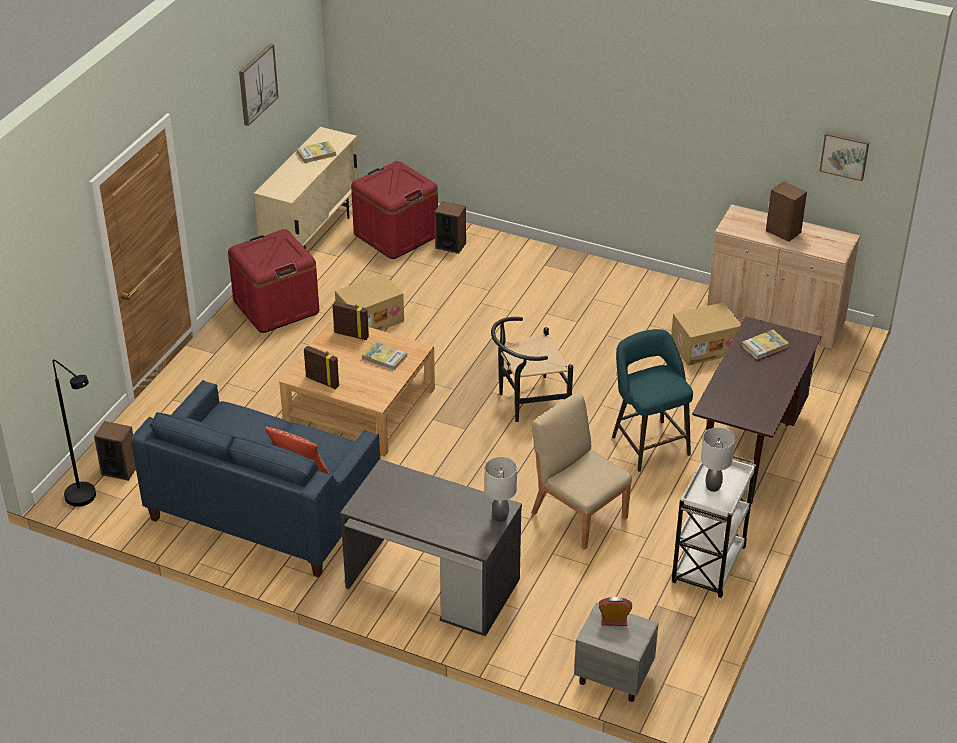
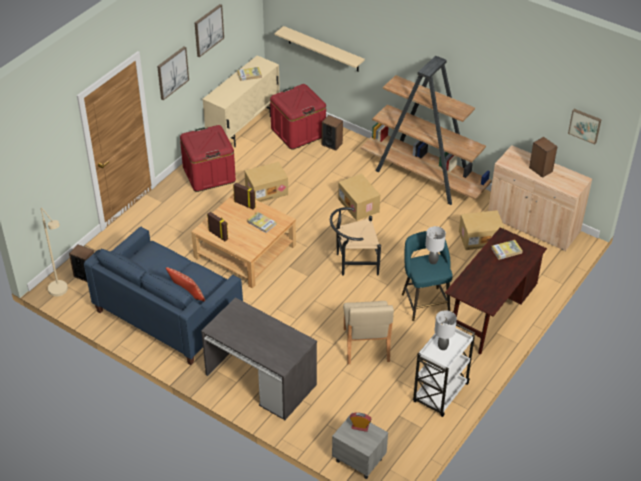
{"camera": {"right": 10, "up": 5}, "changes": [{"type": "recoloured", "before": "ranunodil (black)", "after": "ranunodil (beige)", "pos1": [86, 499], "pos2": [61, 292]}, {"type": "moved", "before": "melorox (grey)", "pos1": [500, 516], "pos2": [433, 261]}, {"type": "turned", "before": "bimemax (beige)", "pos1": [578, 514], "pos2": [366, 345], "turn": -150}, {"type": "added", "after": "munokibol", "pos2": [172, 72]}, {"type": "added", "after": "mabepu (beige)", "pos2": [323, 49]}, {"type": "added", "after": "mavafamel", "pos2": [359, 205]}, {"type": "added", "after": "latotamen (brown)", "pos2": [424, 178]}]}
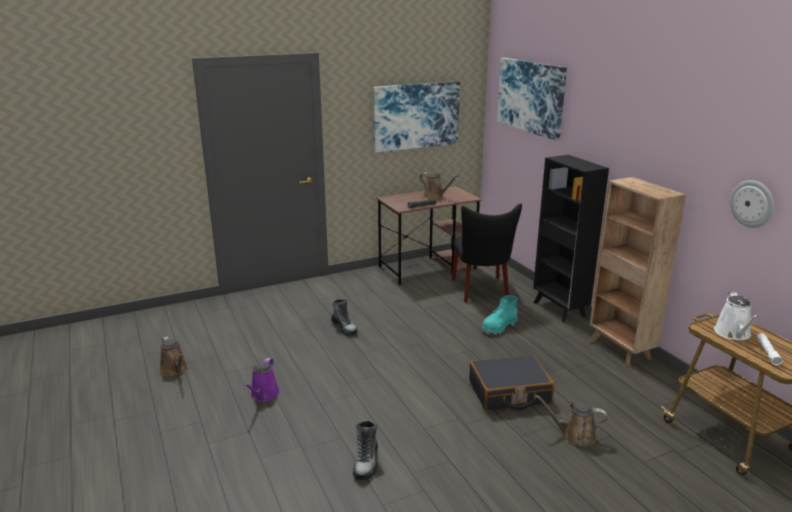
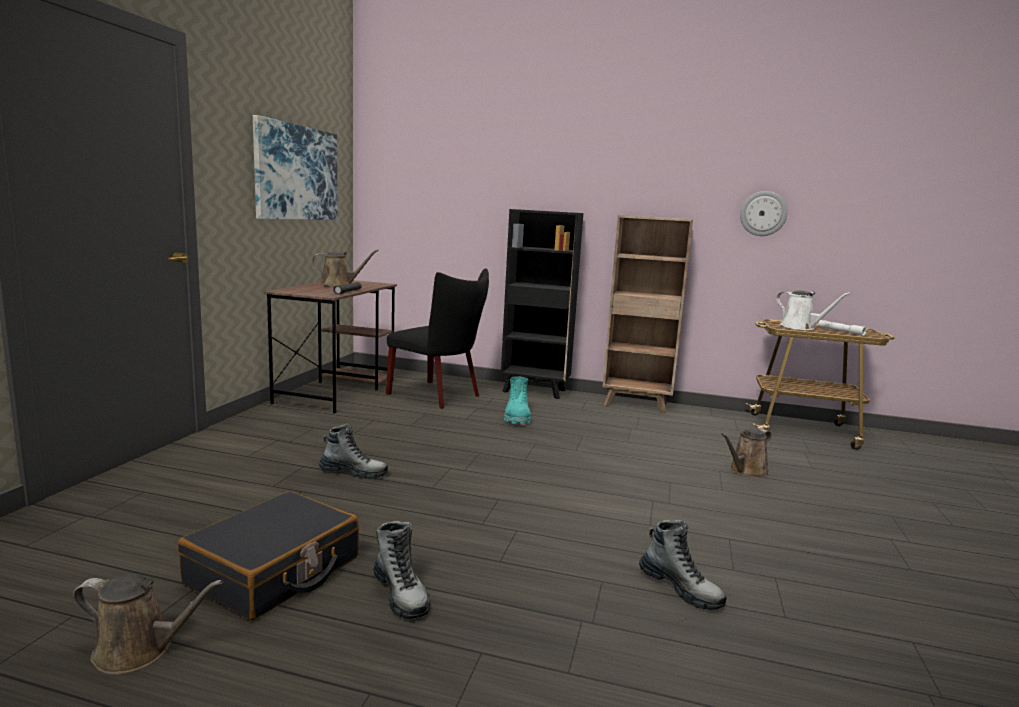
{"camera": {"right": -50, "up": -10}, "changes": [{"type": "replaced", "before": "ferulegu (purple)", "after": "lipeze", "pos1": [263, 395], "pos2": [401, 594]}, {"type": "moved", "before": "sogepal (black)", "pos1": [509, 393], "pos2": [274, 571]}, {"type": "removed", "before": "munokibol", "pos1": [531, 97]}]}
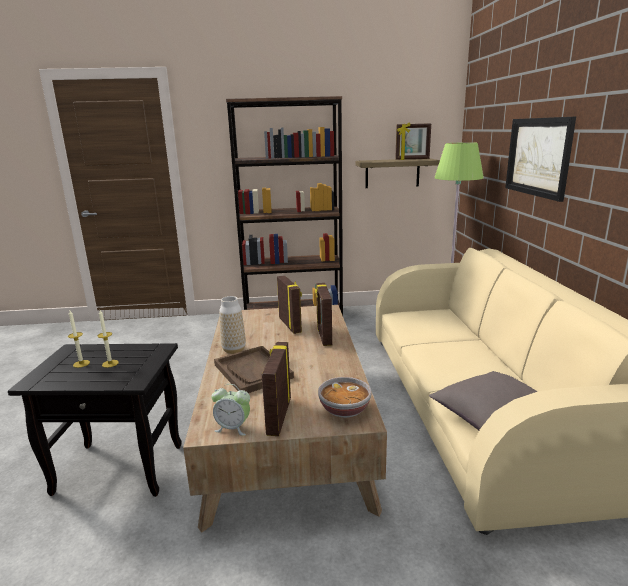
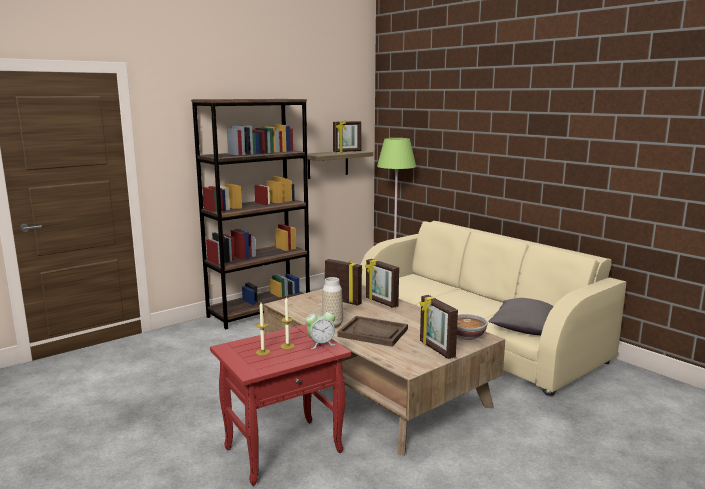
{"camera": {"right": -35, "up": -5}, "changes": [{"type": "recoloured", "before": "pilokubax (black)", "after": "pilokubax (red)", "pos1": [122, 468], "pos2": [284, 449]}, {"type": "moved", "before": "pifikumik", "pos1": [233, 428], "pos2": [321, 344]}, {"type": "removed", "before": "munokibol", "pos1": [538, 157]}]}
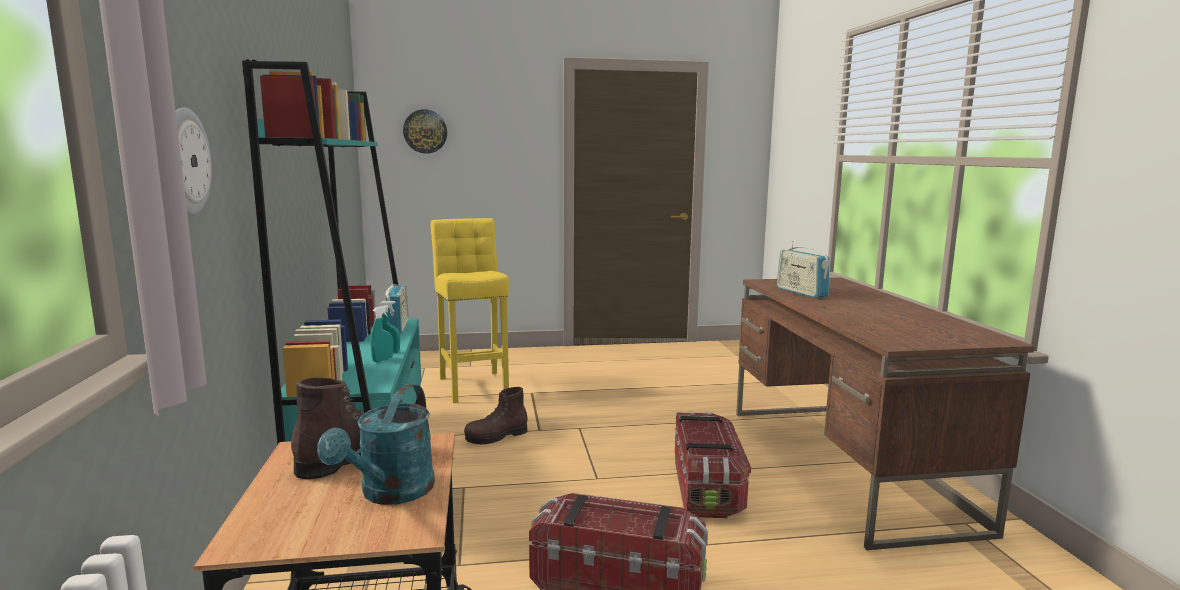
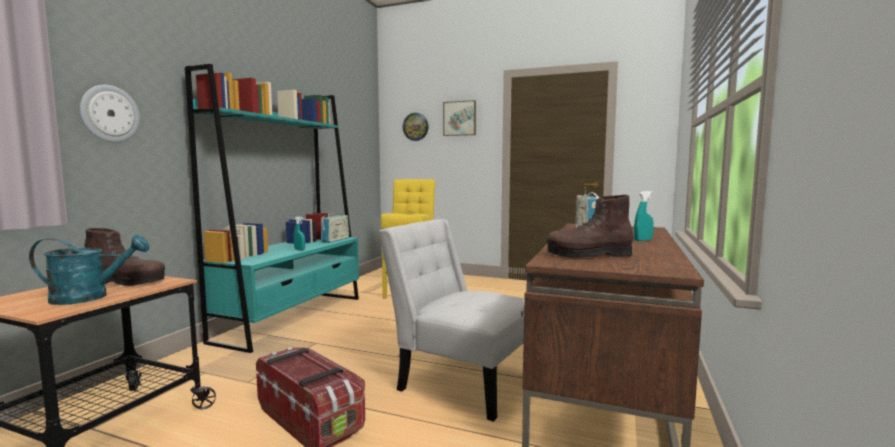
{"camera": {"right": 30, "up": -5}, "changes": [{"type": "turned", "before": "ferulegu (turquoise)", "pos1": [390, 494], "pos2": [90, 297], "turn": -150}, {"type": "moved", "before": "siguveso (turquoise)", "pos1": [382, 360], "pos2": [643, 240]}, {"type": "moved", "before": "lipeze (brown)", "pos1": [496, 437], "pos2": [588, 255]}, {"type": "replaced", "before": "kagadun", "after": "bimemax (white)", "pos1": [706, 488], "pos2": [461, 381]}, {"type": "added", "after": "munokibol", "pos2": [460, 118]}]}
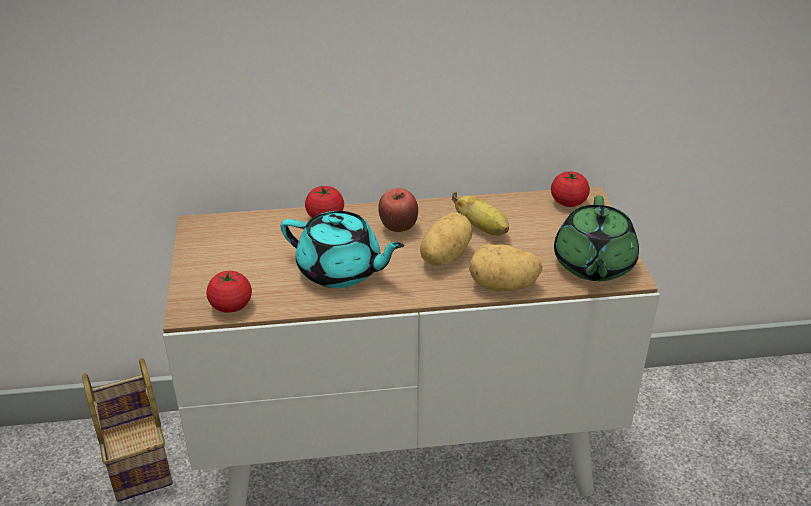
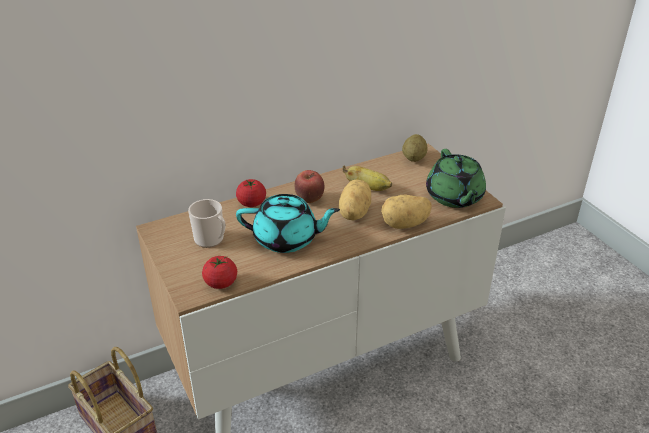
{"camera": {"right": -20, "up": 0}, "changes": [{"type": "replaced", "before": "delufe", "after": "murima", "pos1": [568, 202], "pos2": [414, 158]}, {"type": "added", "after": "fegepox", "pos2": [211, 240]}]}
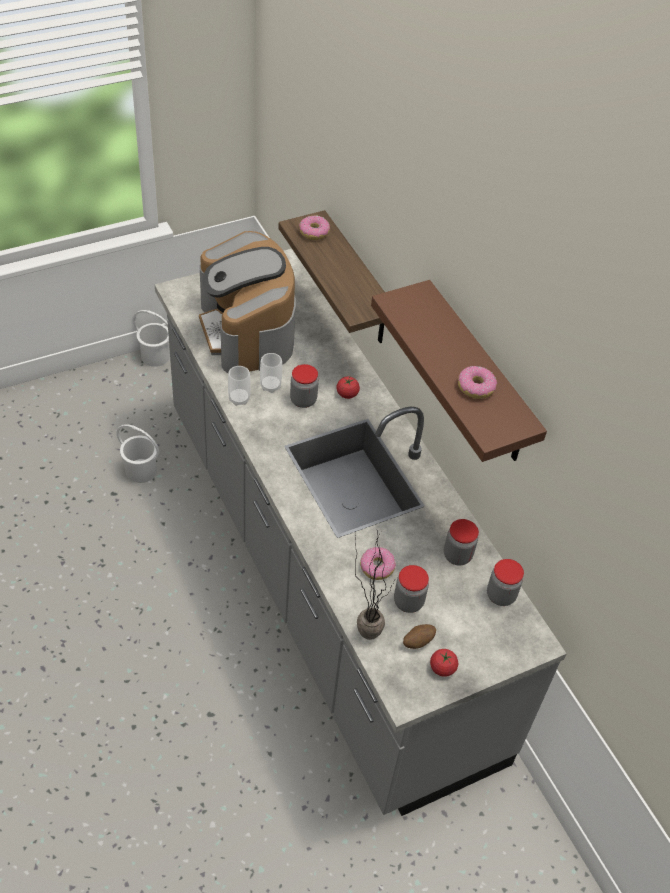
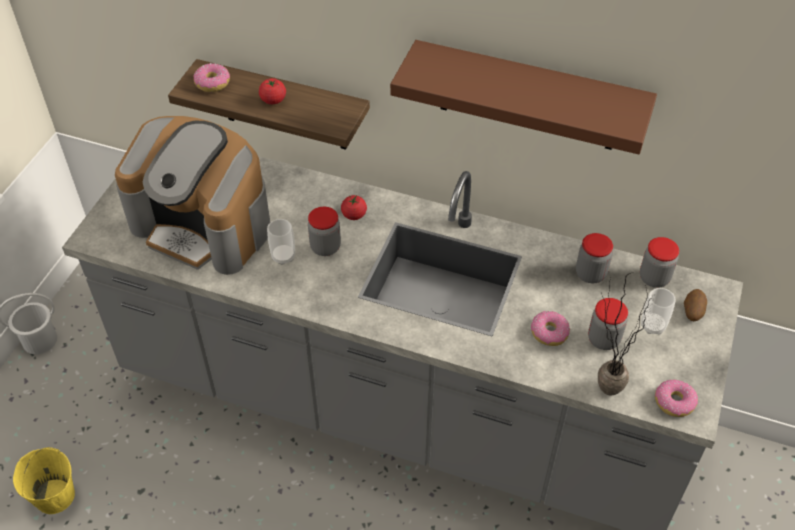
{"camera": {"right": -40, "up": 0}, "changes": [{"type": "removed", "before": "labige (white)", "pos1": [141, 471]}, {"type": "moved", "before": "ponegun", "pos1": [239, 399], "pos2": [652, 326]}, {"type": "moved", "before": "murima", "pos1": [417, 641], "pos2": [692, 312]}, {"type": "moved", "before": "delufe", "pos1": [442, 668], "pos2": [273, 100]}, {"type": "moved", "before": "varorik", "pos1": [476, 387], "pos2": [674, 402]}, {"type": "added", "after": "labige (yellow)", "pos2": [54, 496]}]}
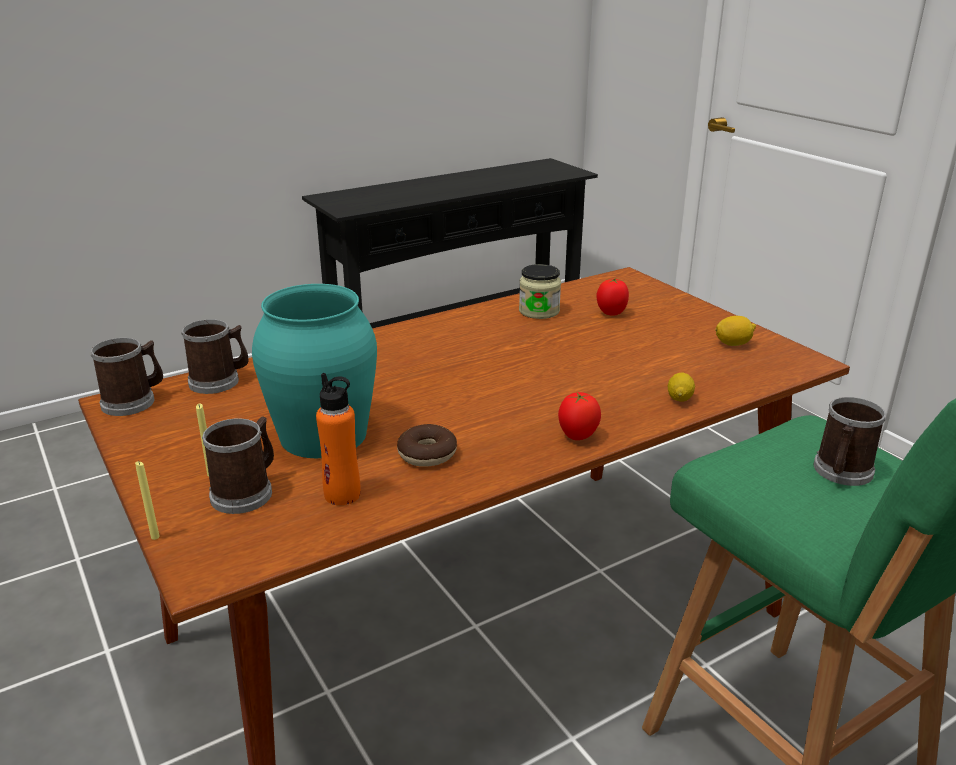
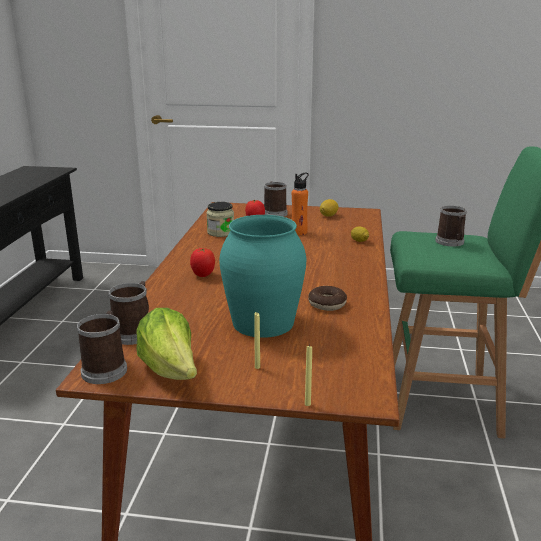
{"camera": {"right": -50, "up": -5}, "changes": [{"type": "moved", "before": "fegepox", "pos1": [247, 492], "pos2": [274, 213]}, {"type": "moved", "before": "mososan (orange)", "pos1": [342, 495], "pos2": [299, 232]}, {"type": "moved", "before": "delufe", "pos1": [577, 437], "pos2": [203, 275]}, {"type": "added", "after": "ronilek", "pos2": [171, 371]}]}
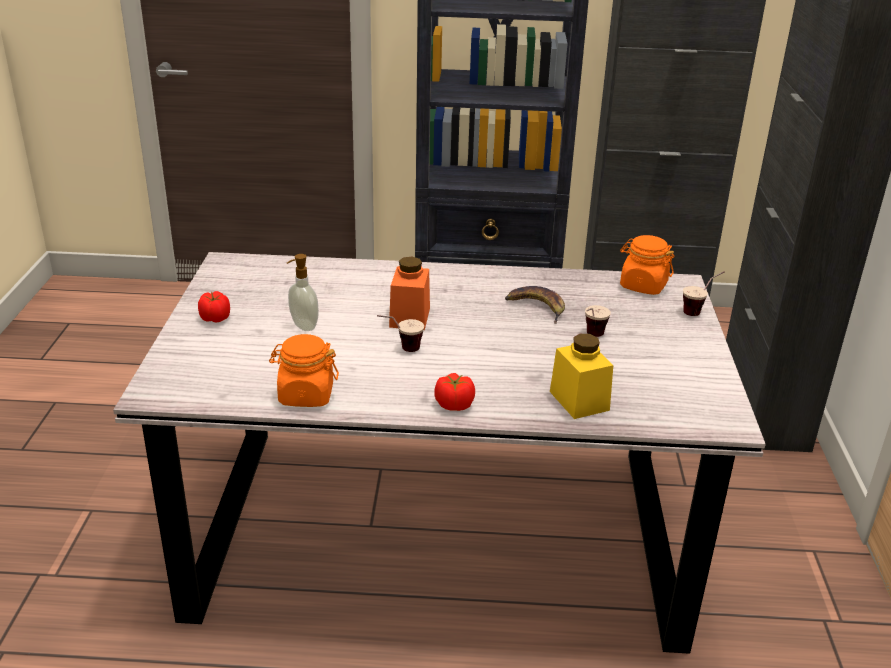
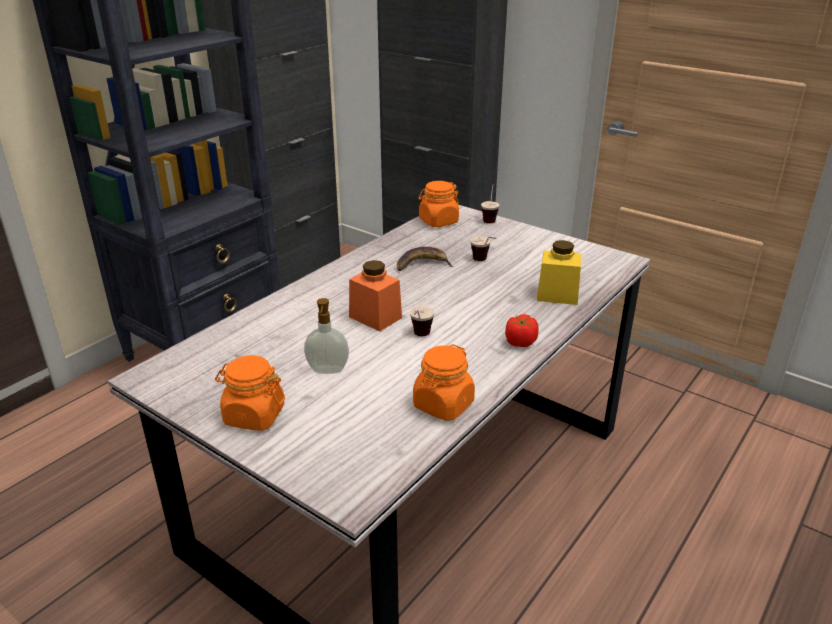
{"camera": {"right": -55, "up": 0}, "changes": [{"type": "replaced", "before": "delufe", "after": "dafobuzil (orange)", "pos1": [215, 319], "pos2": [254, 415]}]}
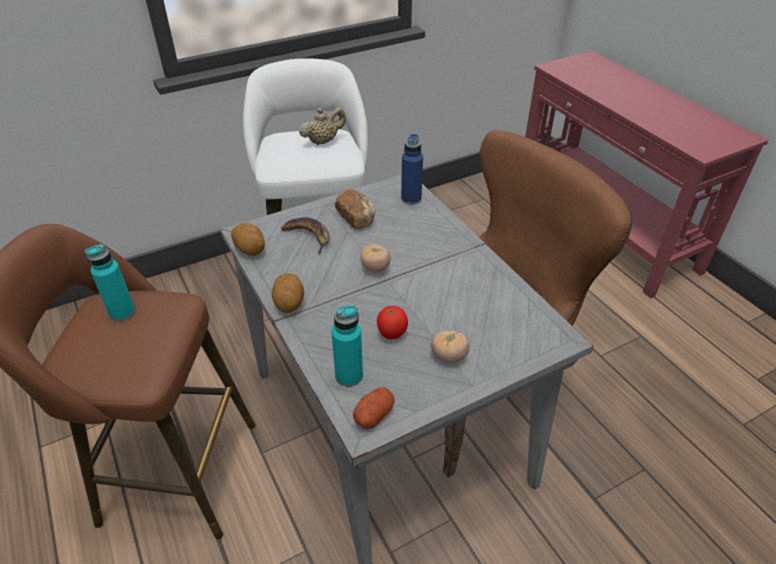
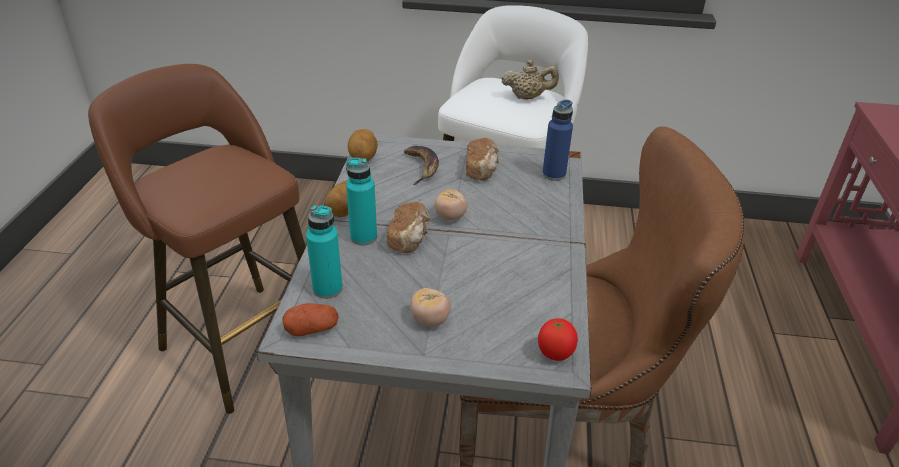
{"camera": {"right": 35, "up": -5}, "changes": [{"type": "moved", "before": "mososan (turquoise)", "pos1": [122, 312], "pos2": [363, 237]}, {"type": "moved", "before": "delufe", "pos1": [391, 335], "pos2": [555, 354]}, {"type": "added", "after": "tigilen", "pos2": [410, 239]}]}
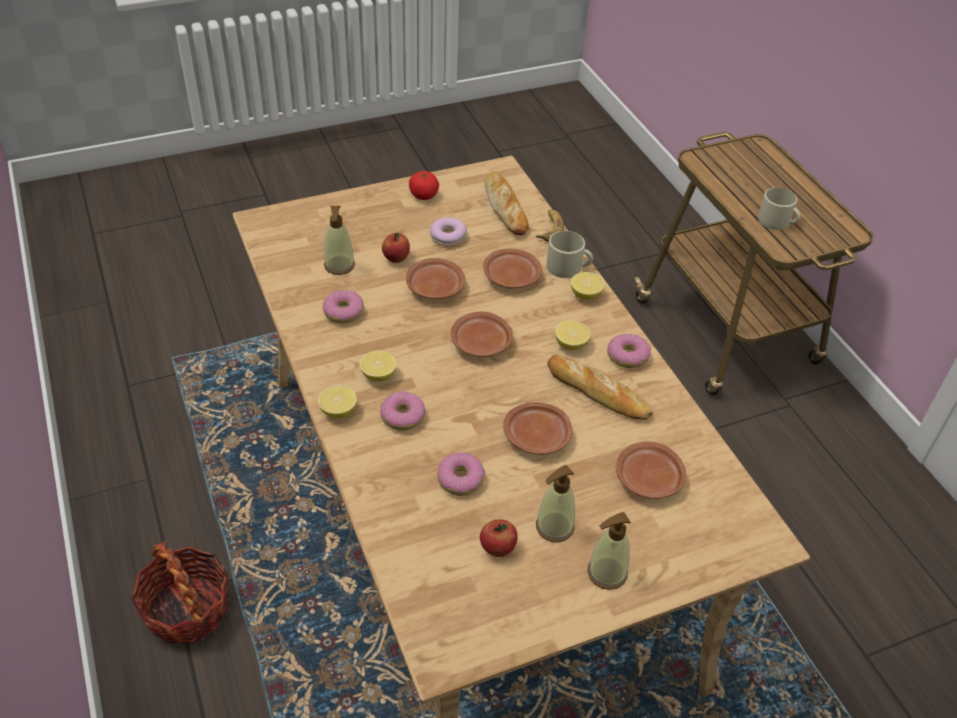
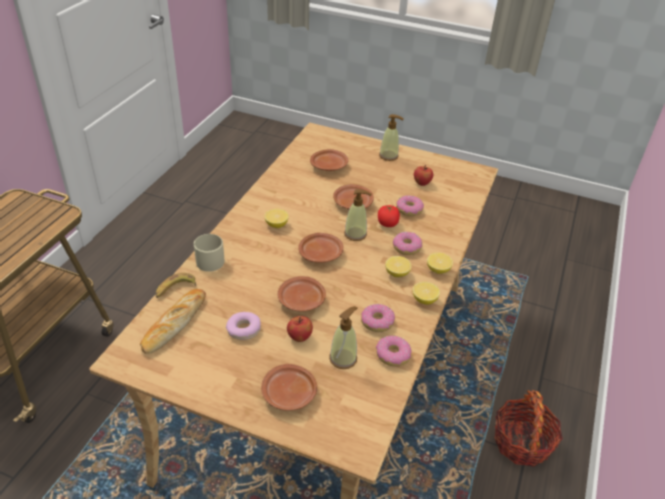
{"camera": {"right": -135, "up": -5}, "changes": [{"type": "moved", "before": "delufe", "pos1": [423, 195], "pos2": [387, 224]}, {"type": "moved", "before": "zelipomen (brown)", "pos1": [510, 276], "pos2": [289, 394]}, {"type": "moved", "before": "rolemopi", "pos1": [554, 527], "pos2": [355, 234]}, {"type": "removed", "before": "tigilen", "pos1": [597, 392]}, {"type": "moved", "before": "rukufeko", "pos1": [585, 295], "pos2": [424, 300]}, {"type": "moved", "before": "varorik", "pos1": [627, 356], "pos2": [392, 355]}, {"type": "removed", "before": "fegepox (beige)", "pos1": [777, 222]}]}
